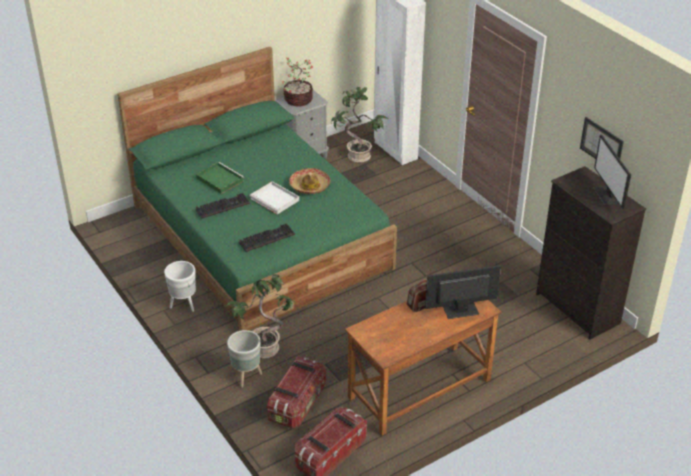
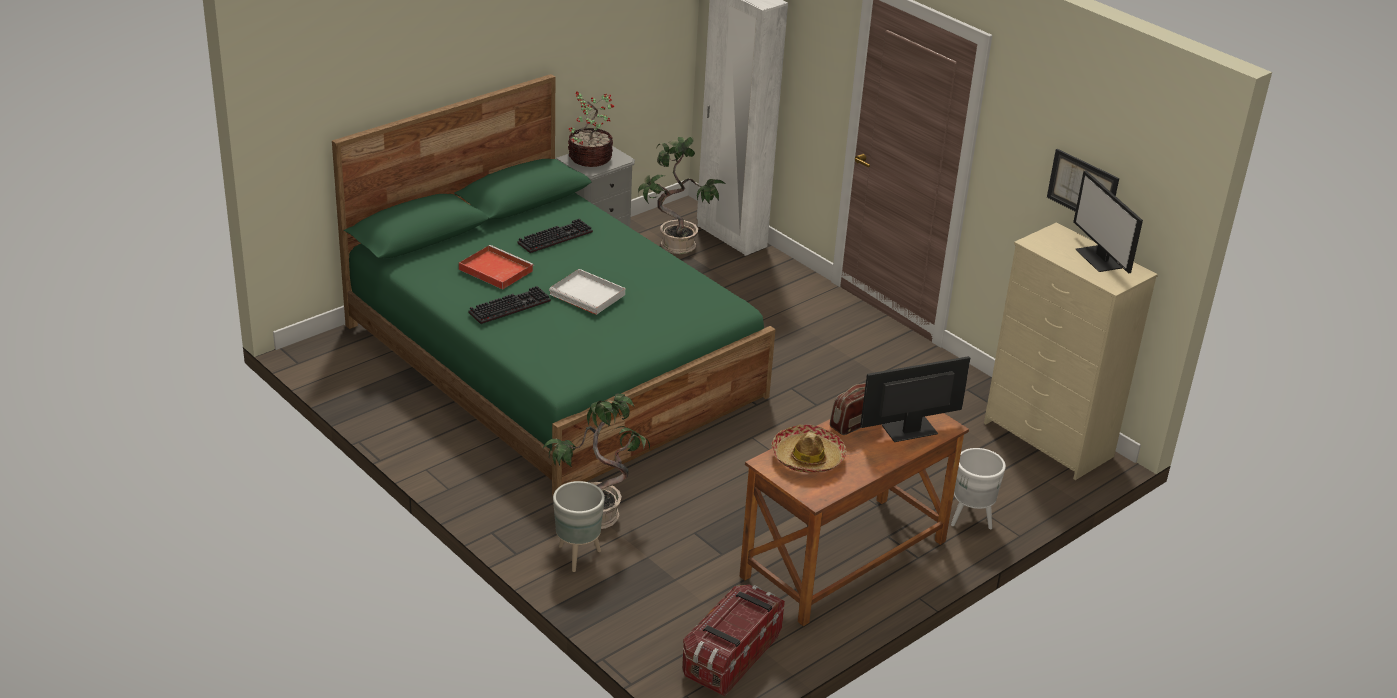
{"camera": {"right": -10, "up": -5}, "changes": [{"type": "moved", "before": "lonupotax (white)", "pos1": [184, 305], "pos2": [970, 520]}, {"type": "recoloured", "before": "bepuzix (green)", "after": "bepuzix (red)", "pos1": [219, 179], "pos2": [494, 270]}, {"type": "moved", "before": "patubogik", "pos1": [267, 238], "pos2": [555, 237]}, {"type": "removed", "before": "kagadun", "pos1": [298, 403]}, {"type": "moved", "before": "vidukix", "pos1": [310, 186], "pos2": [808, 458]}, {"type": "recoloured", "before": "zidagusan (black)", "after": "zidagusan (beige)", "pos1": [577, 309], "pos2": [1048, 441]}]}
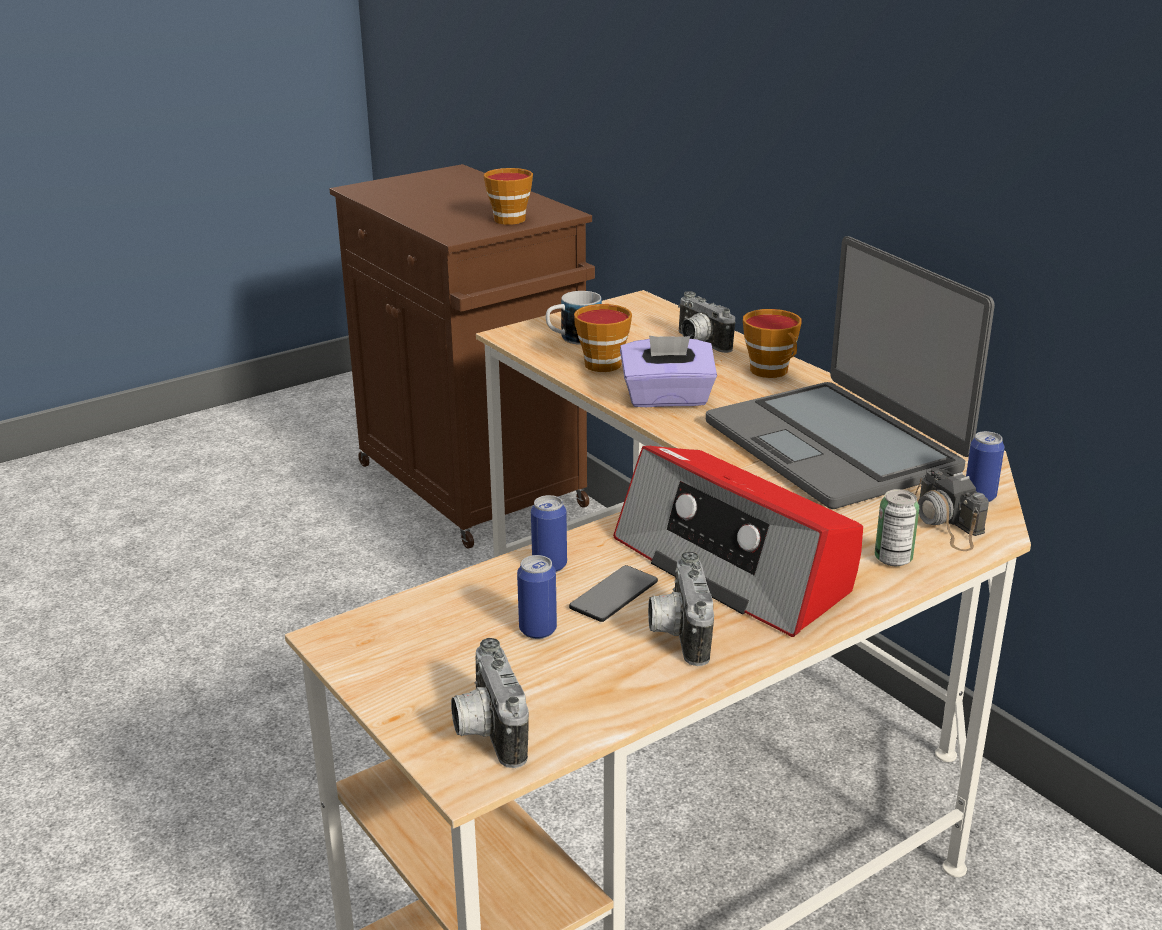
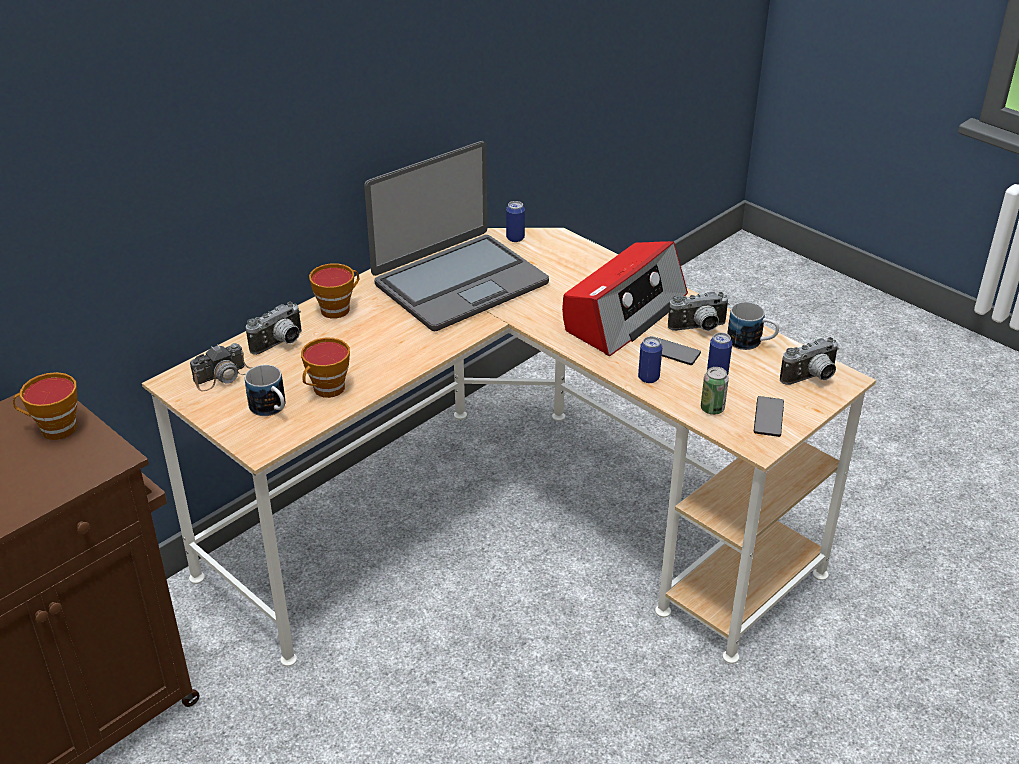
{"camera": {"right": -100, "up": 10}, "changes": [{"type": "removed", "before": "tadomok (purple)", "pos1": [667, 399]}, {"type": "moved", "before": "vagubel", "pos1": [893, 559], "pos2": [712, 409]}, {"type": "moved", "before": "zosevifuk", "pos1": [946, 523], "pos2": [228, 376]}, {"type": "added", "after": "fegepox", "pos2": [751, 343]}, {"type": "added", "after": "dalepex", "pos2": [768, 417]}]}
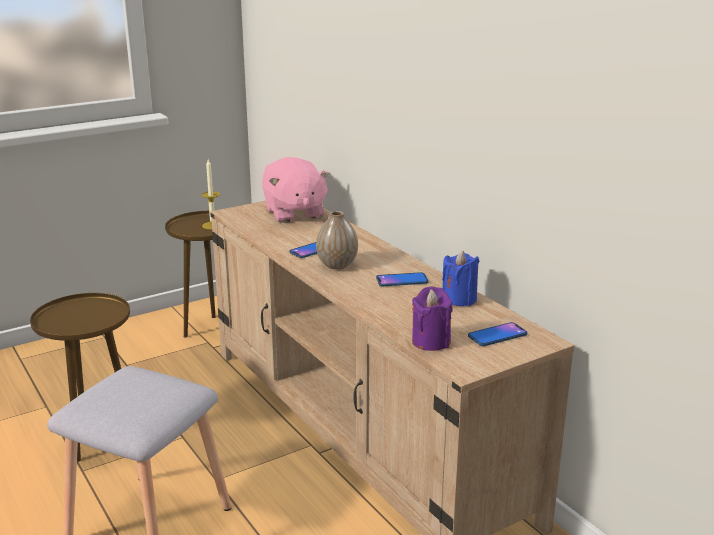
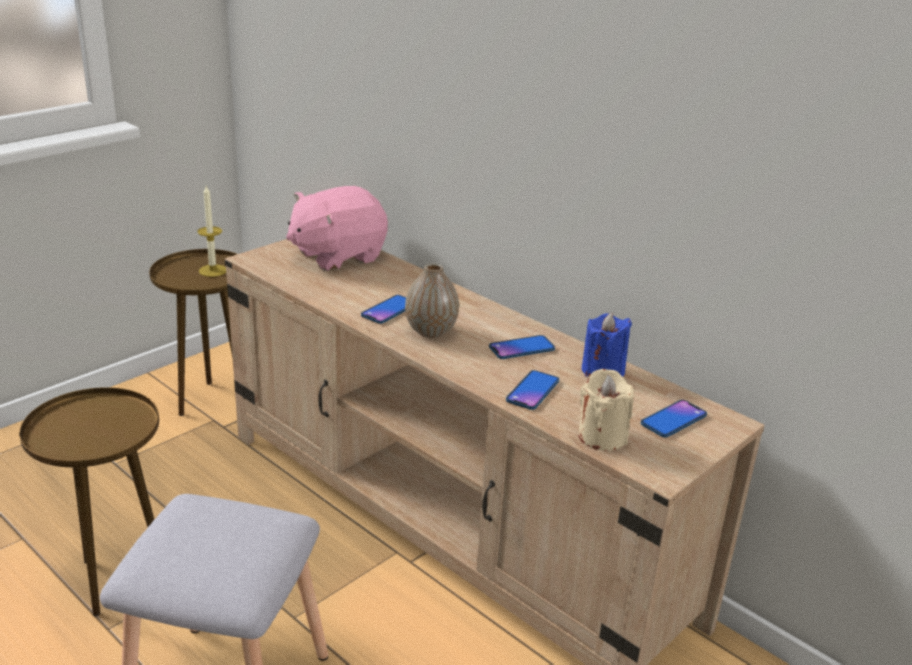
{"camera": {"right": -15, "up": 5}, "changes": [{"type": "turned", "before": "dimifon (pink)", "pos1": [294, 213], "pos2": [337, 256], "turn": 90}, {"type": "recoloured", "before": "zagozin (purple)", "after": "zagozin (beige)", "pos1": [431, 341], "pos2": [602, 437]}, {"type": "added", "after": "dalepex", "pos2": [532, 391]}]}
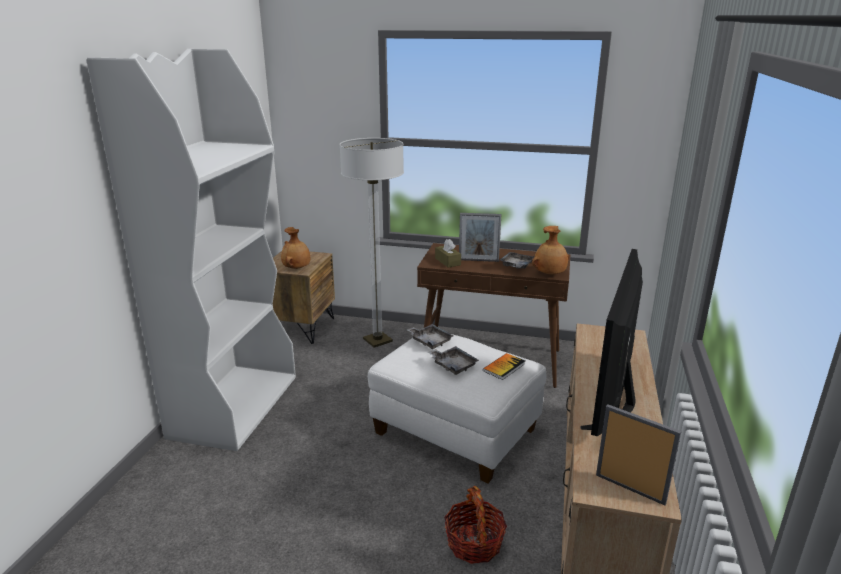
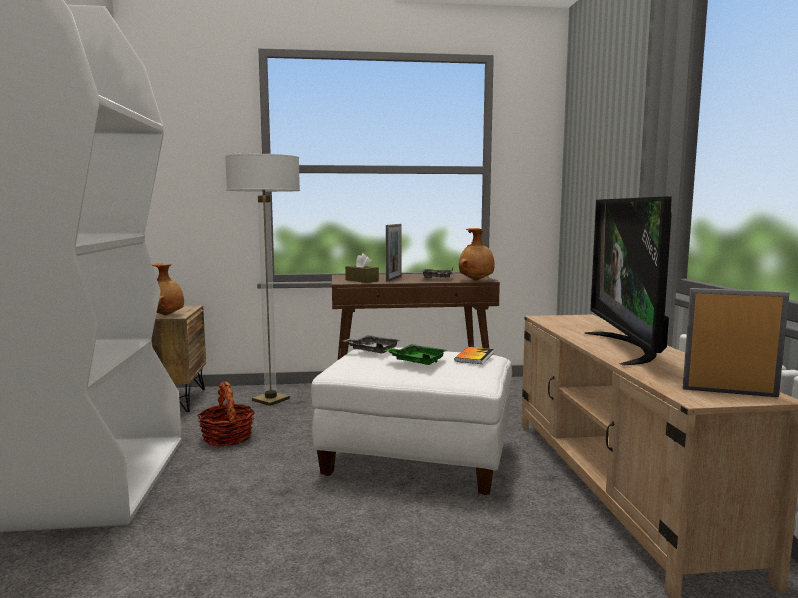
{"camera": {"right": -20, "up": -15}, "changes": [{"type": "recoloured", "before": "bepuzix (grey)", "after": "bepuzix (green)", "pos1": [453, 365], "pos2": [417, 361]}, {"type": "moved", "before": "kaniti", "pos1": [474, 543], "pos2": [227, 437]}, {"type": "turned", "before": "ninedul", "pos1": [478, 260], "pos2": [394, 278], "turn": -60}]}
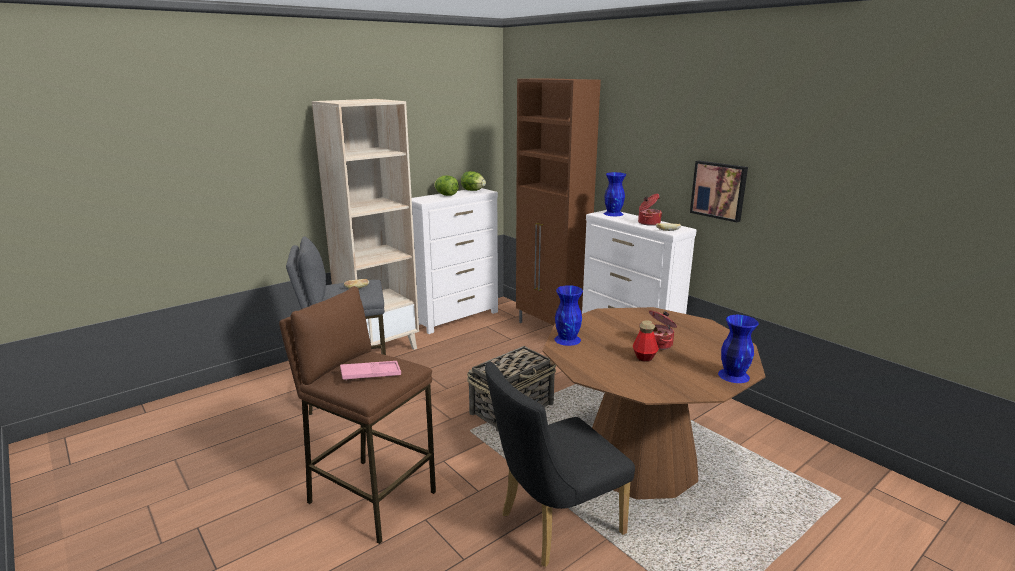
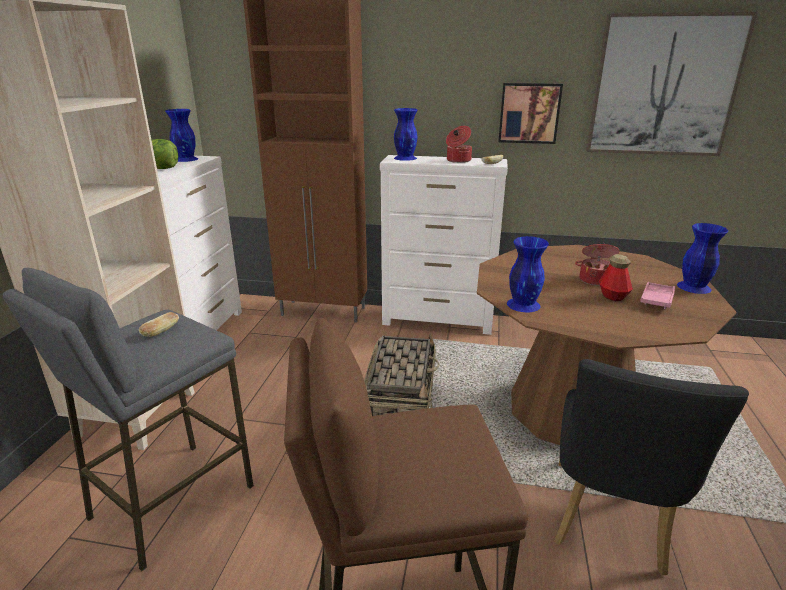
{"camera": {"right": -40, "up": 5}, "changes": [{"type": "moved", "before": "bepuzix (pink)", "pos1": [371, 374], "pos2": [657, 299]}, {"type": "replaced", "before": "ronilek", "after": "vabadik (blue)", "pos1": [473, 190], "pos2": [186, 159]}, {"type": "added", "after": "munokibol", "pos2": [664, 86]}]}
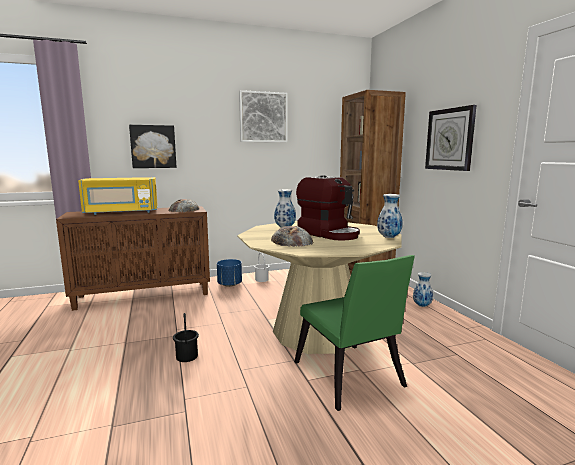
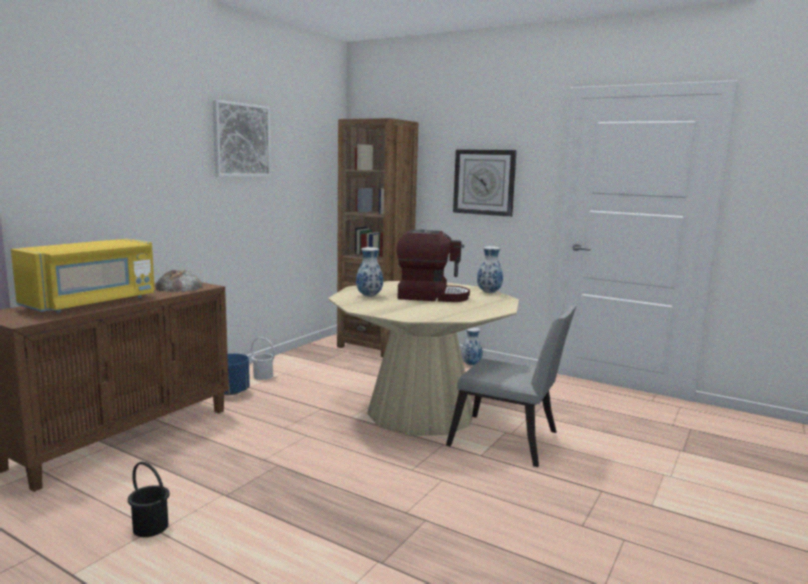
{"camera": {"right": -40, "up": 0}, "changes": [{"type": "removed", "before": "munokibol", "pos1": [153, 146]}, {"type": "moved", "before": "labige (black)", "pos1": [186, 356], "pos2": [150, 527]}, {"type": "removed", "before": "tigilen", "pos1": [291, 241]}, {"type": "recoloured", "before": "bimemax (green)", "after": "bimemax (grey)", "pos1": [350, 378], "pos2": [509, 442]}]}
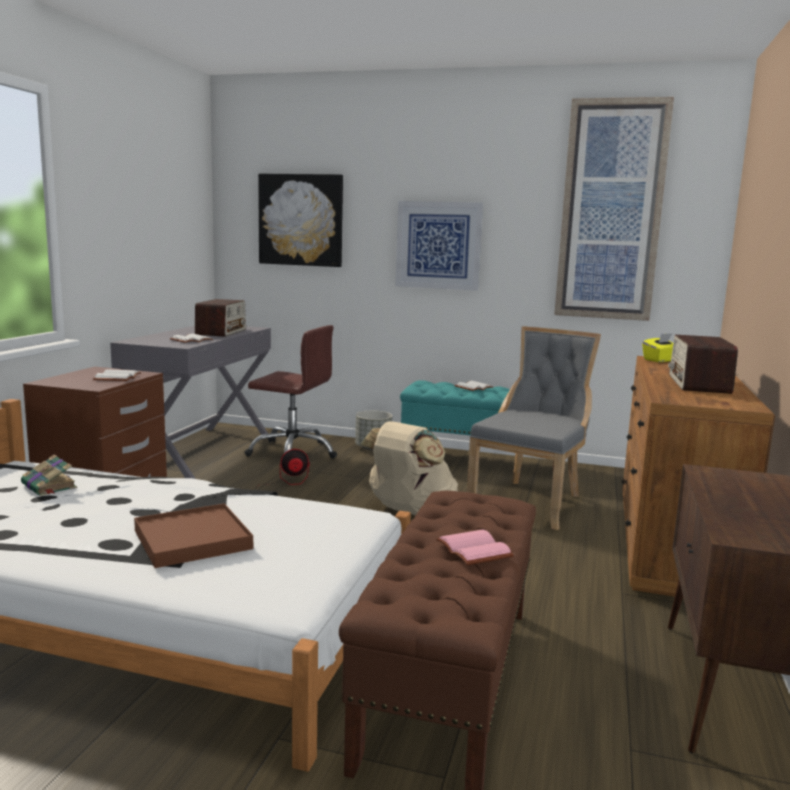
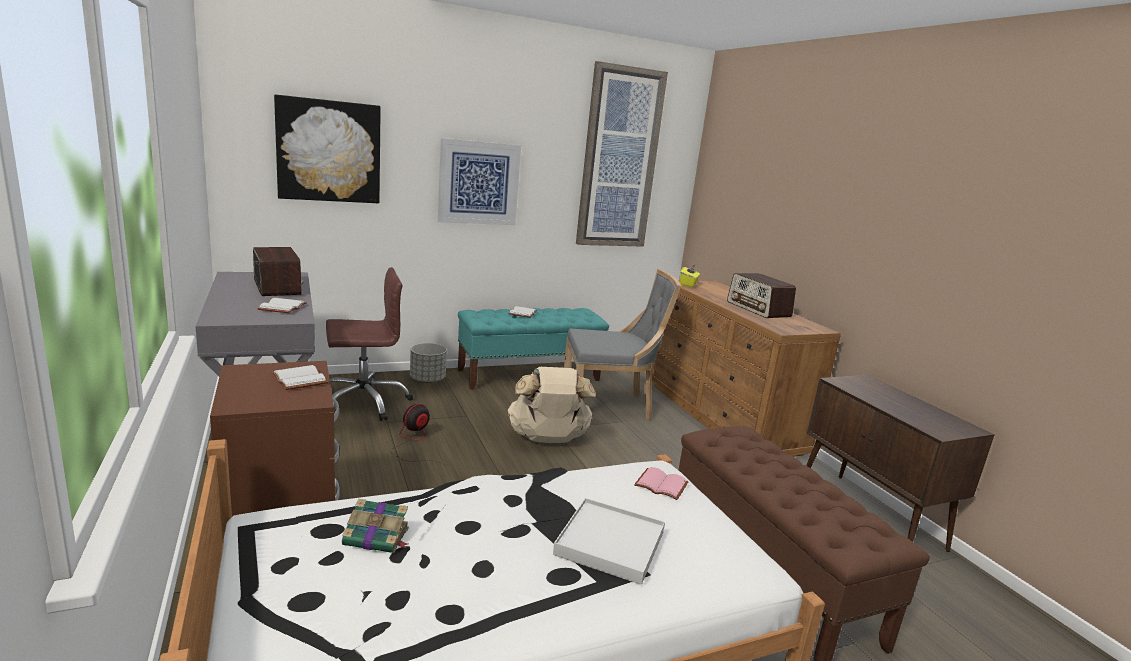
{"camera": {"right": -40, "up": 5}, "changes": [{"type": "recoloured", "before": "bepuzix (brown)", "after": "bepuzix (white)", "pos1": [193, 540], "pos2": [610, 543]}, {"type": "moved", "before": "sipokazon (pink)", "pos1": [471, 549], "pos2": [660, 485]}, {"type": "turned", "before": "bimemax (grey)", "pos1": [530, 502], "pos2": [609, 406], "turn": 90}]}
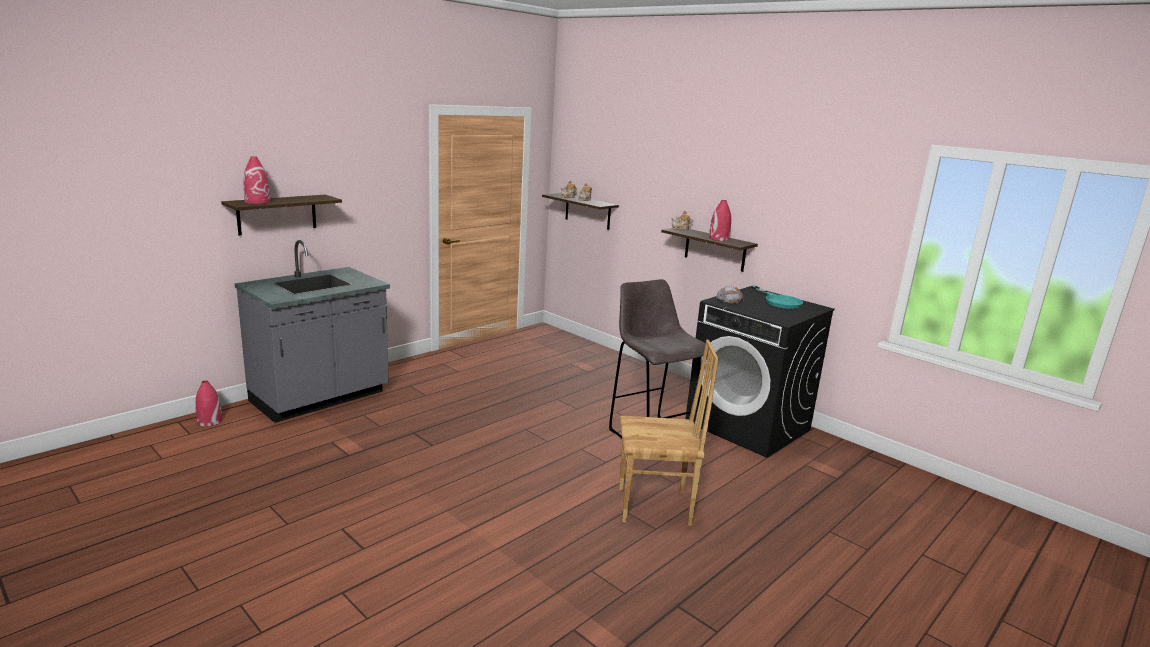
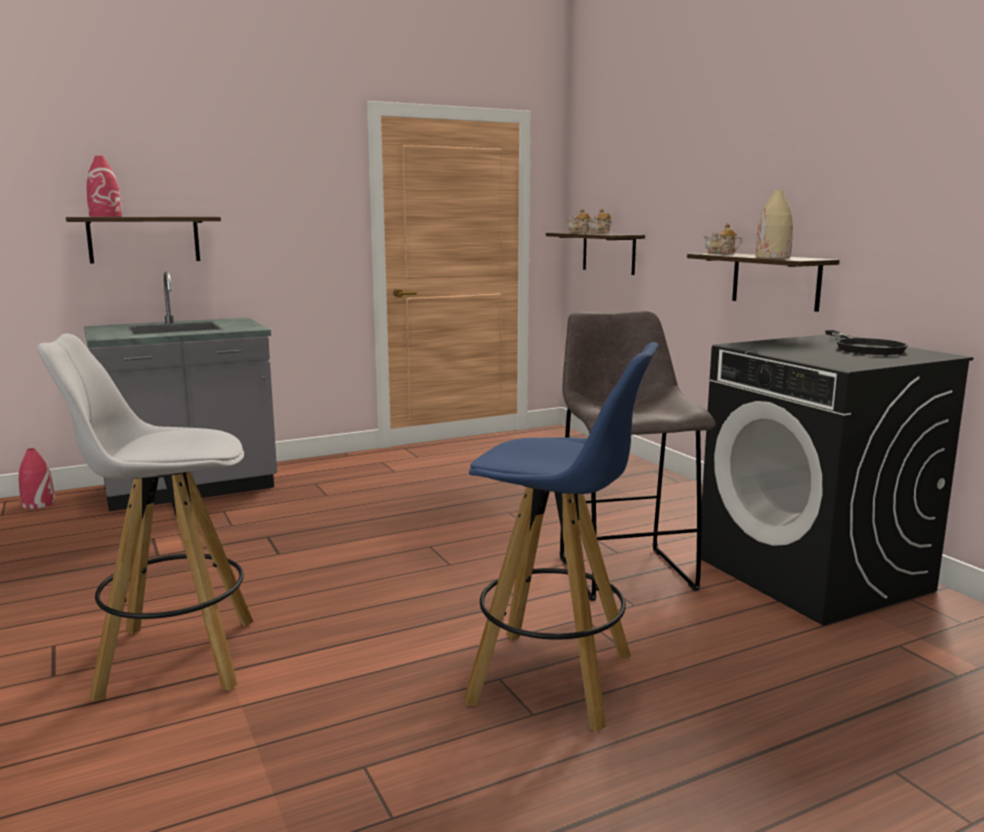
{"camera": {"right": 20, "up": -5}, "changes": [{"type": "replaced", "before": "bimemax (brown)", "after": "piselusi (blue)", "pos1": [654, 507], "pos2": [555, 679]}, {"type": "recoloured", "before": "vabadik (red)", "after": "vabadik (beige)", "pos1": [718, 239], "pos2": [772, 257]}, {"type": "removed", "before": "tigilen", "pos1": [729, 300]}, {"type": "recoloured", "before": "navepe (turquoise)", "after": "navepe (black)", "pos1": [779, 301], "pos2": [864, 347]}, {"type": "added", "after": "piselusi (white)", "pos2": [174, 658]}]}
